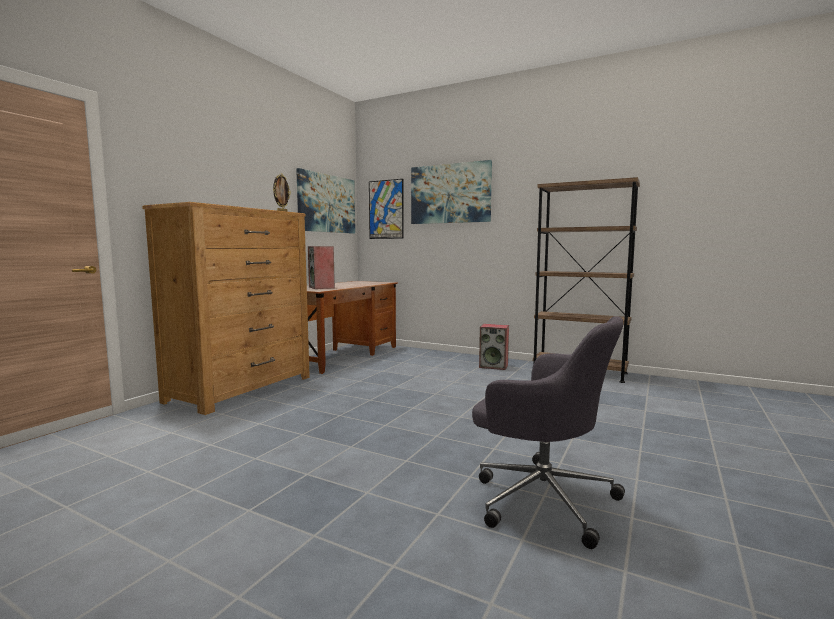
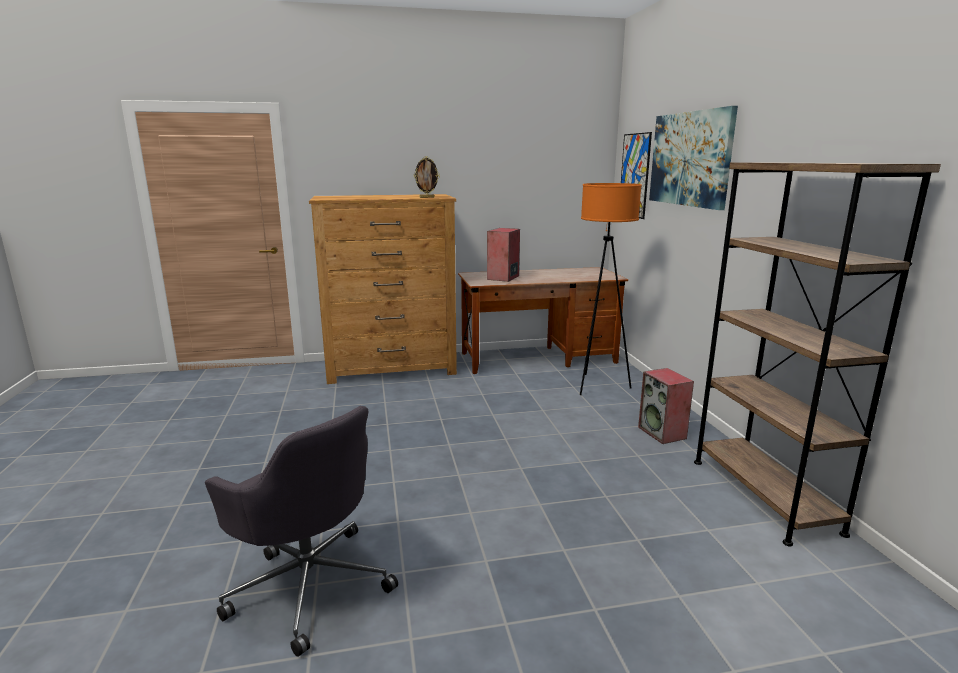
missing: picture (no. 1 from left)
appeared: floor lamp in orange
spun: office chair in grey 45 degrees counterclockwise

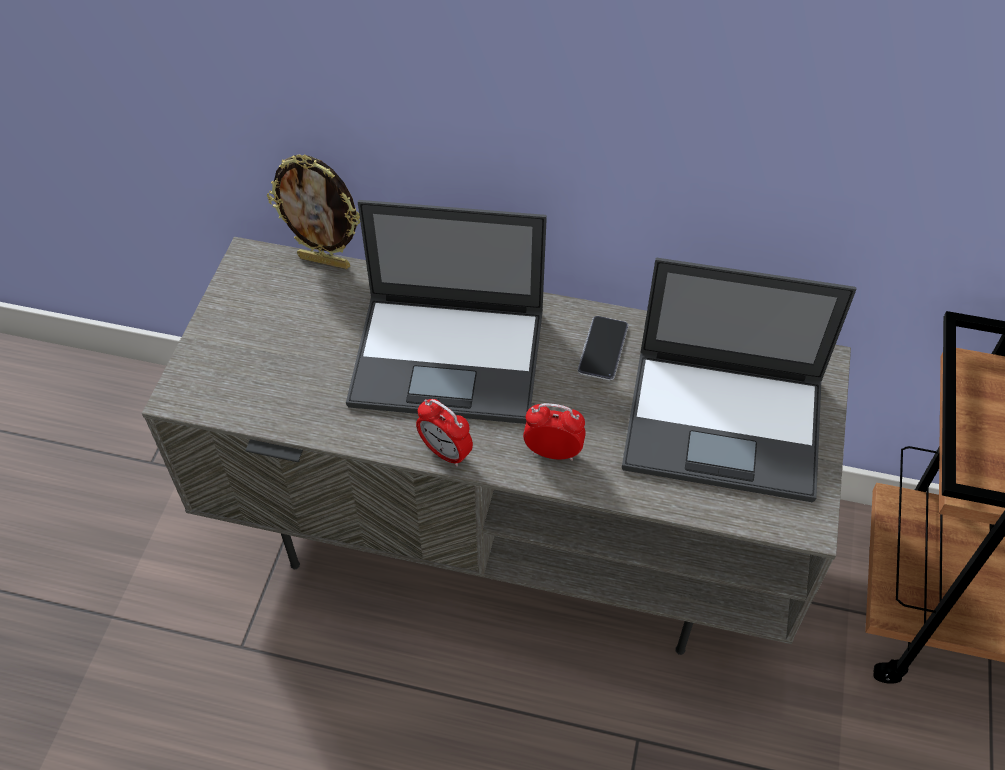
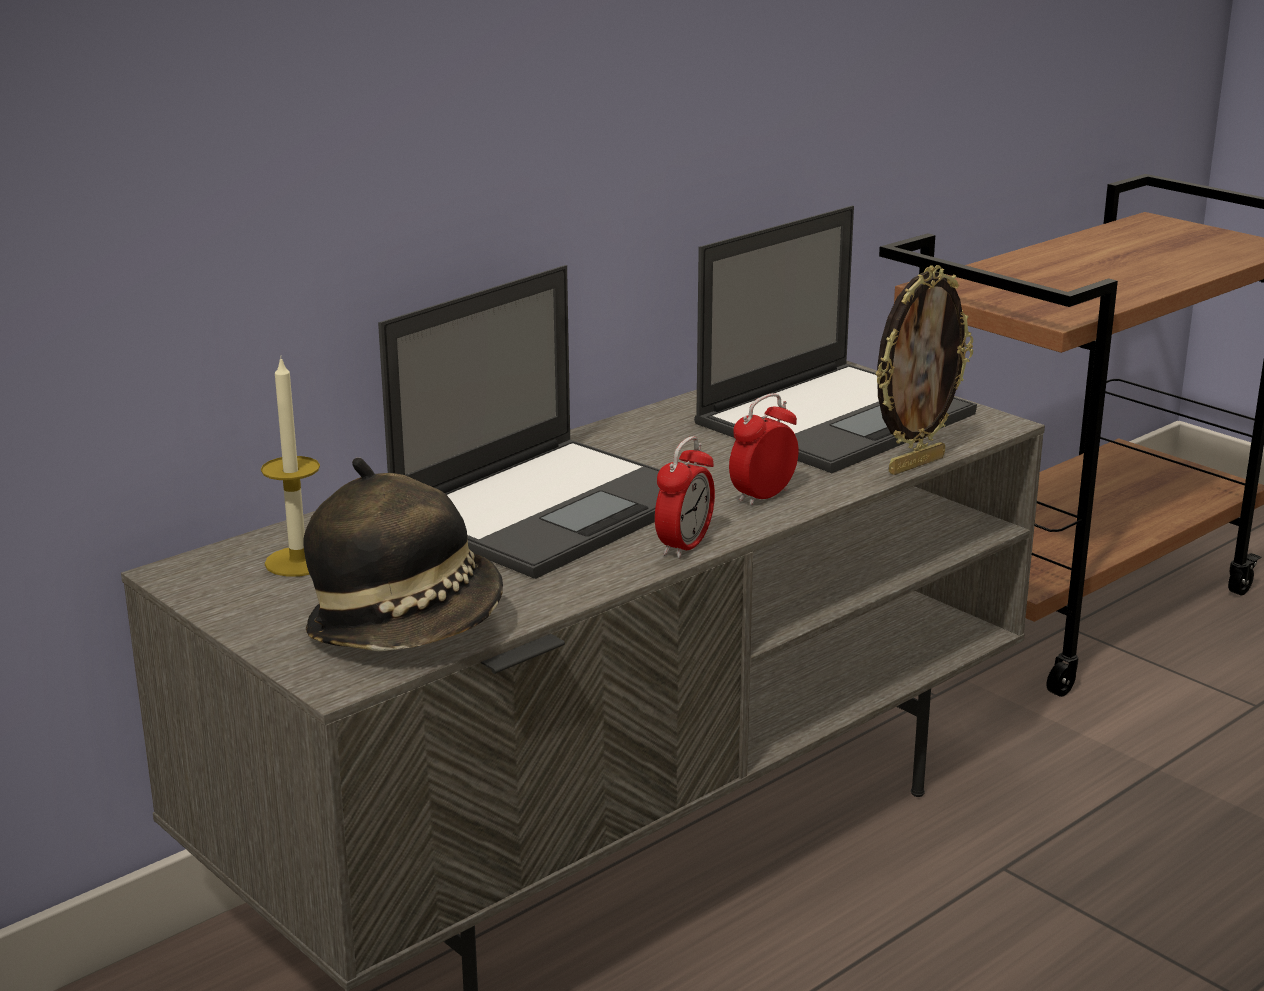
missing: phone
appeared: candle; hat
relocated: picture frame
spun: alarm clock (no. 1 from left) 45 degrees counterclockwise

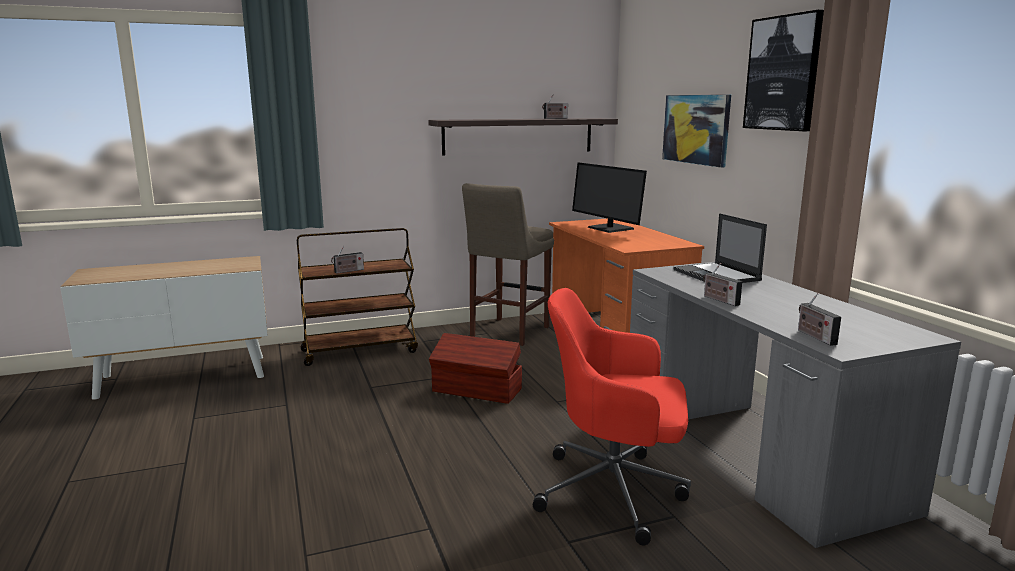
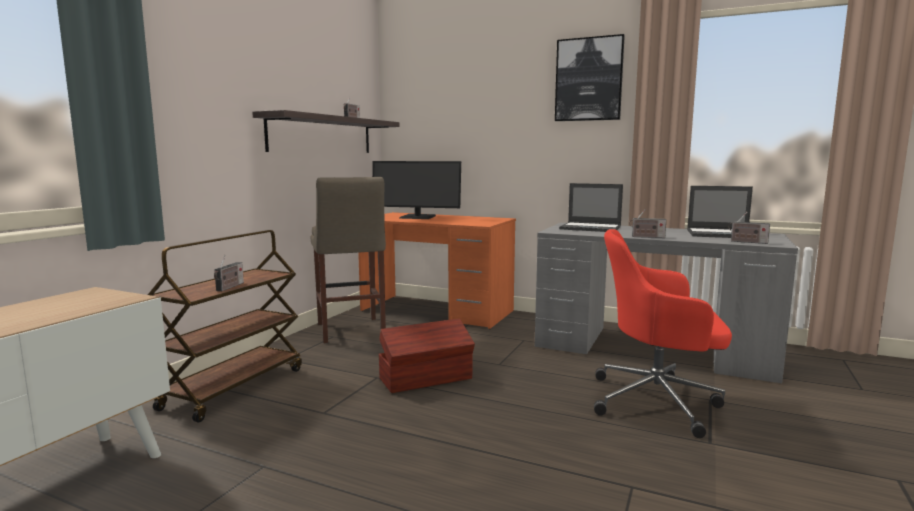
missing: picture (no. 1 from left)
appeared: laptop (no. 2 from left)
spun: office chair in red 45 degrees clockwise

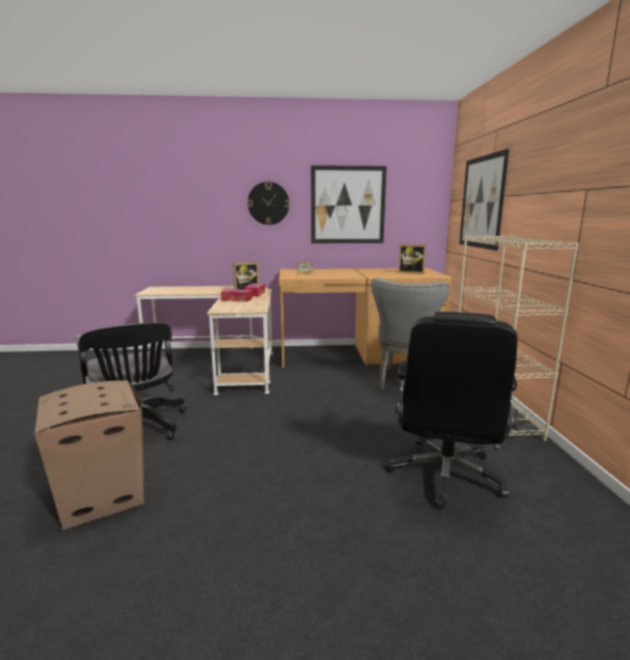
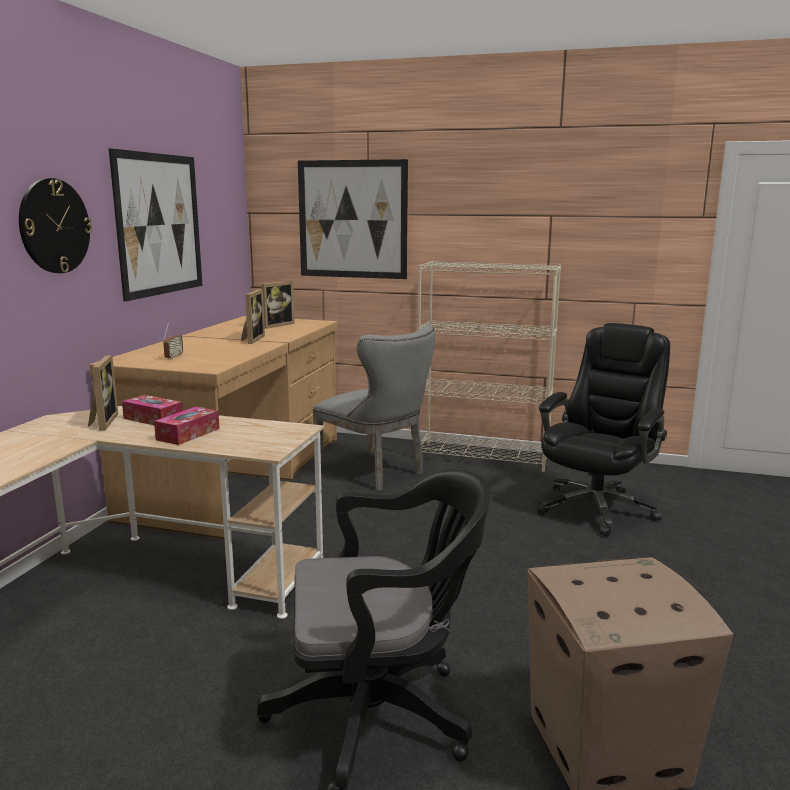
appeared: picture frame (no. 2 from left)
spun: office chair in black (no. 2 from left) 90 degrees counterclockwise

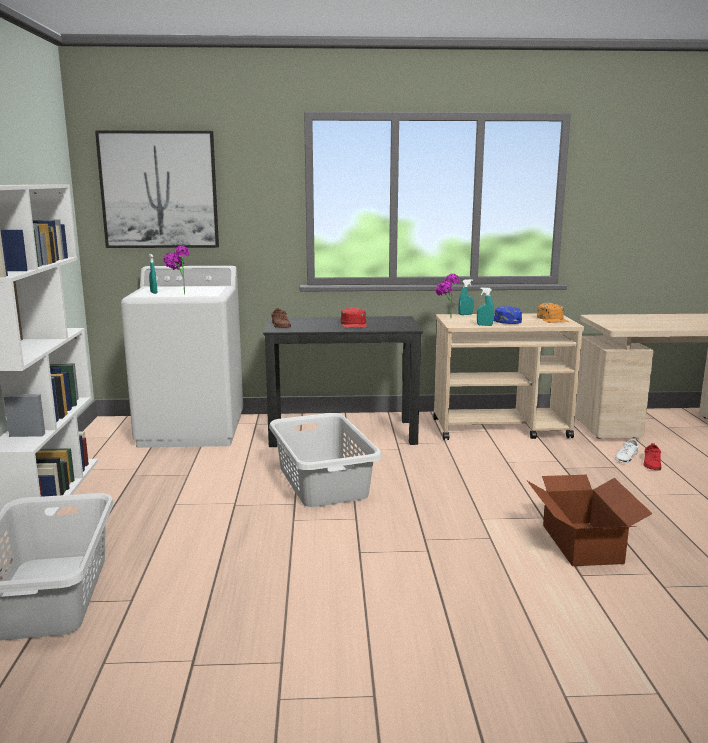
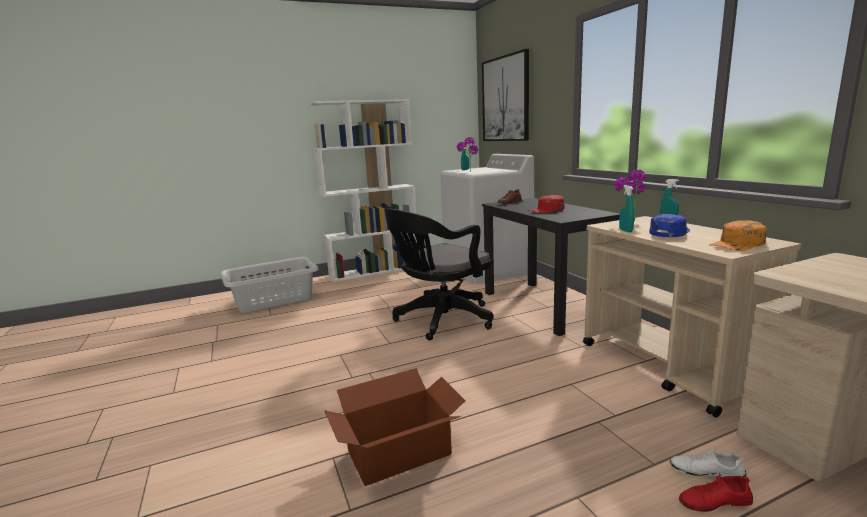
exchanged: laundry basket in grey (no. 2 from left) to office chair in black

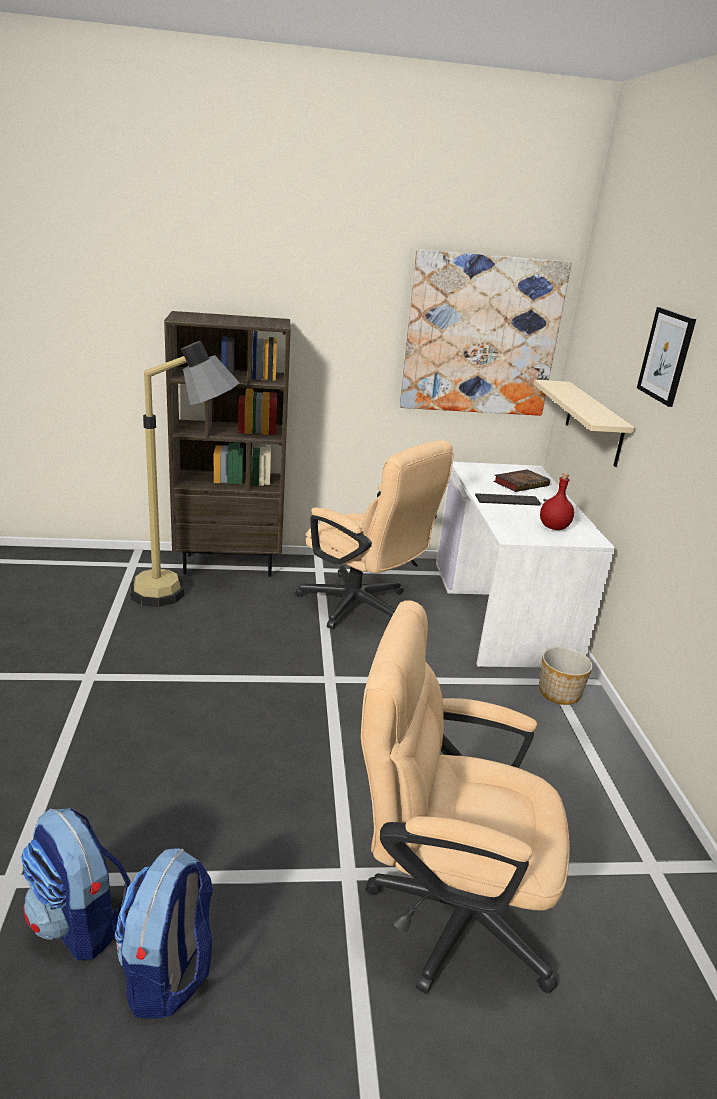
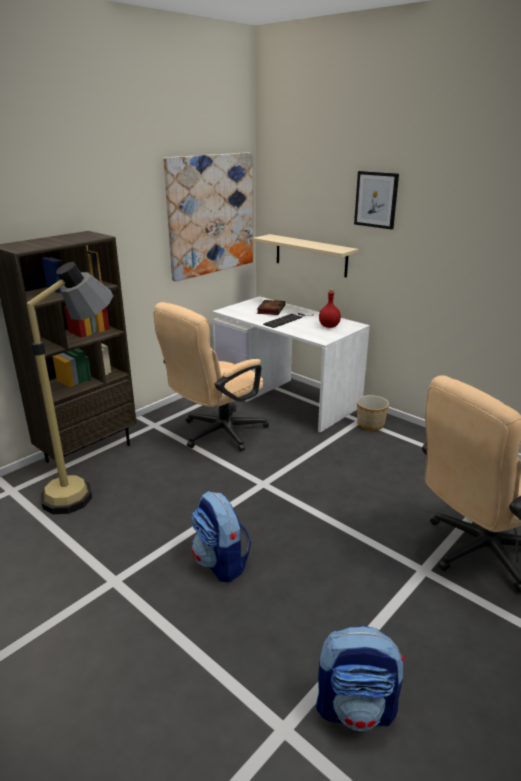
relocated: backpack (no. 2 from left in the first image) to backpack (no. 1 from left)
spun: office chair in beige (no. 1 from left) 135 degrees clockwise

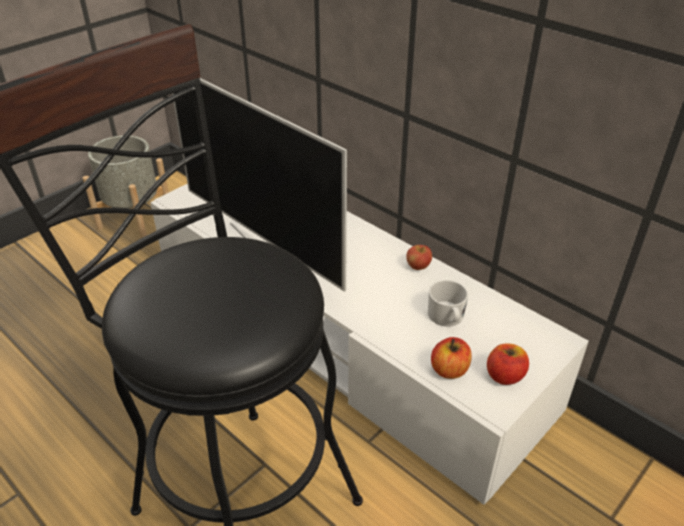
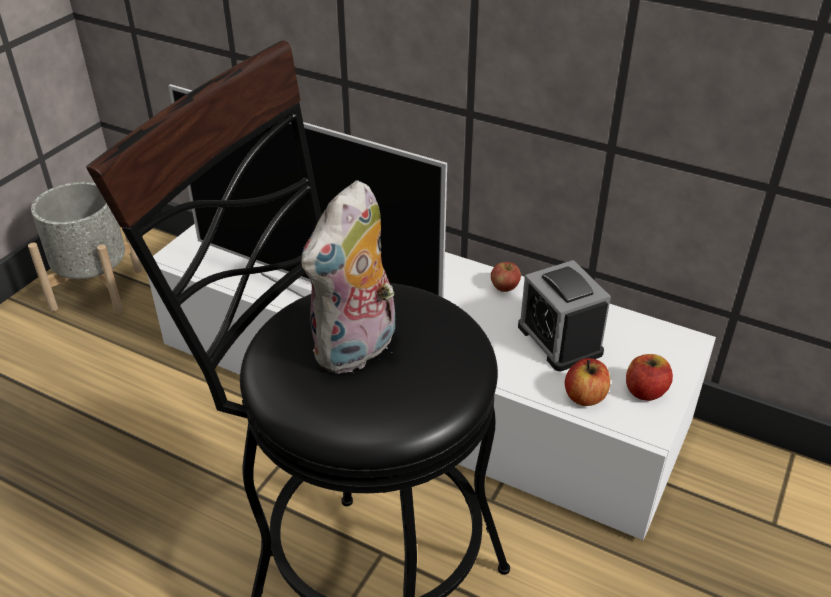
appeared: plush toy
exchanged: mug in white to alarm clock

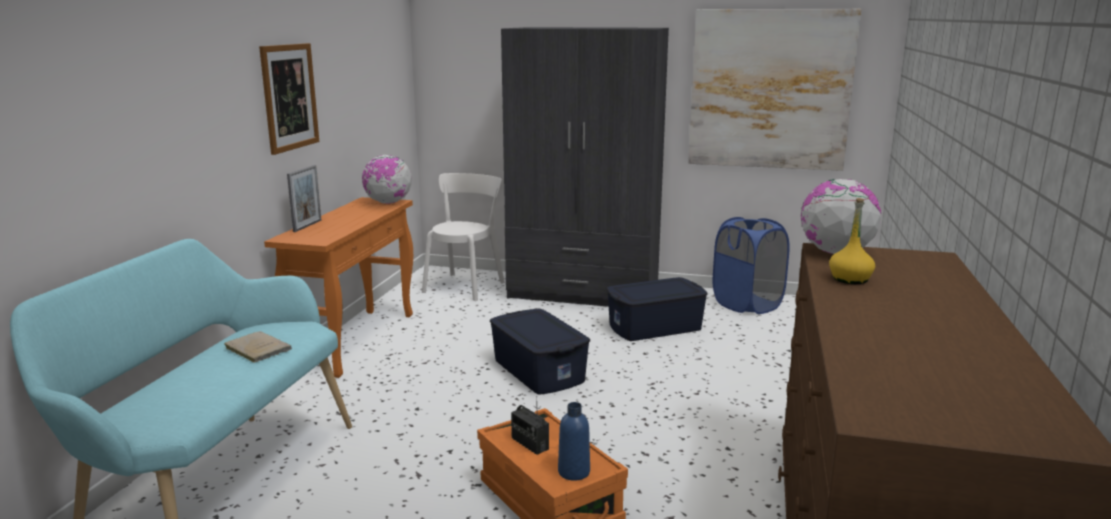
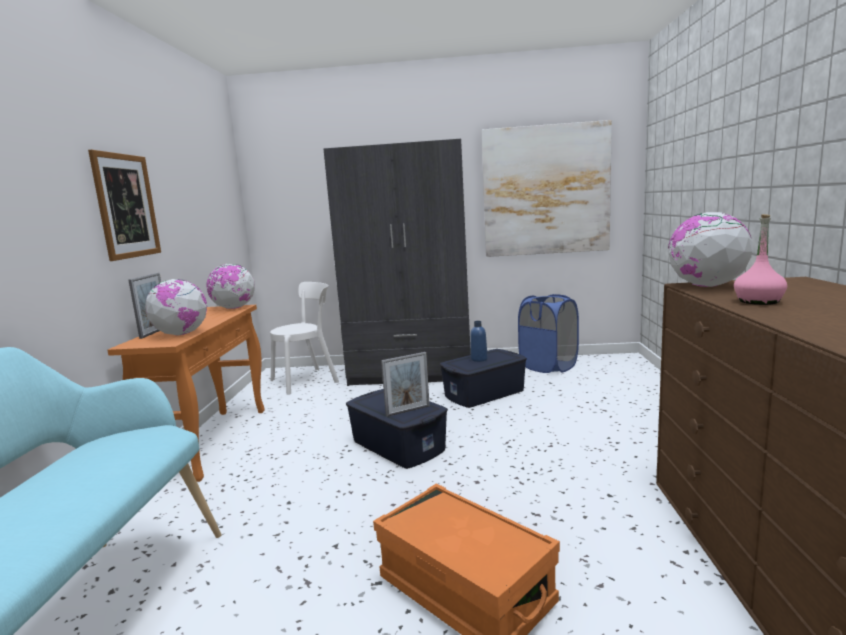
missing: book in beige; radio
appeared: globe (no. 1 from left); picture frame (no. 2 from left)
relocated: bottle in blue
colour: bottle in yellow to bottle in pink
spun: chair in white 45 degrees clockwise

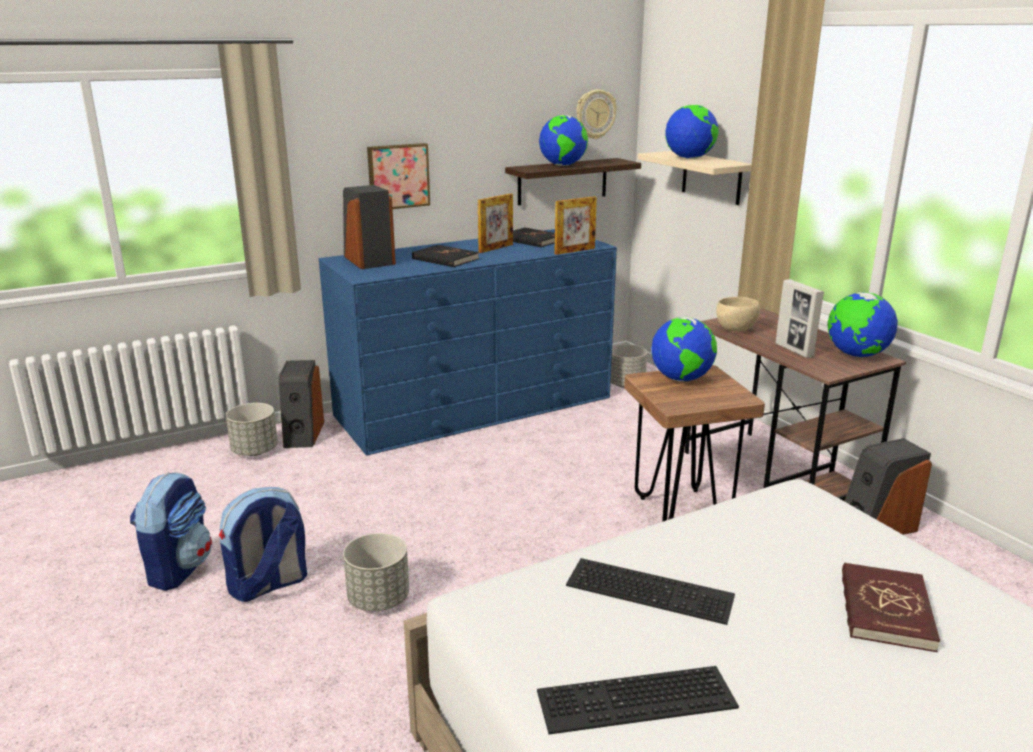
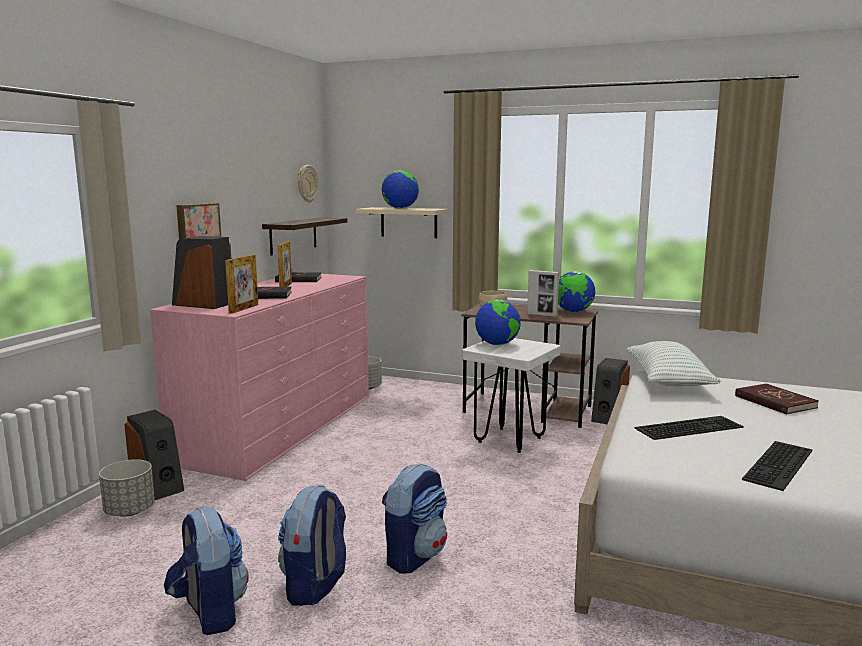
missing: globe (no. 1 from left)
appeared: pillow
relocated: picture frame (no. 2 from left in the first image) to picture frame (no. 1 from left)
exchanged: planter in grey (no. 2 from left) to backpack (no. 3 from left)
colour: dresser in blue to dresser in pink; stool in brown to stool in white

